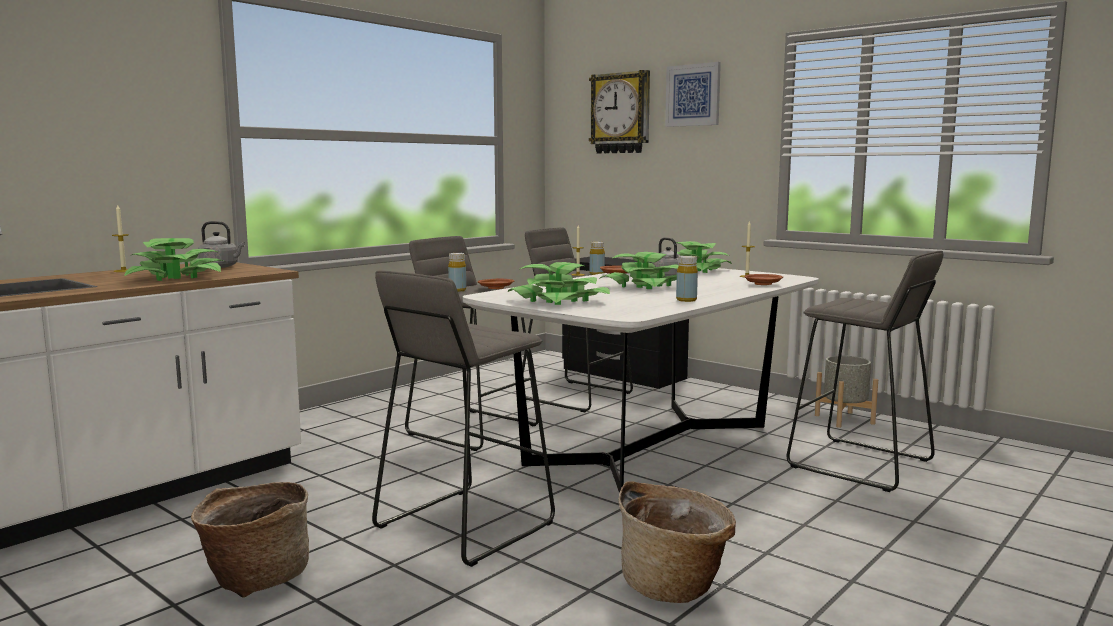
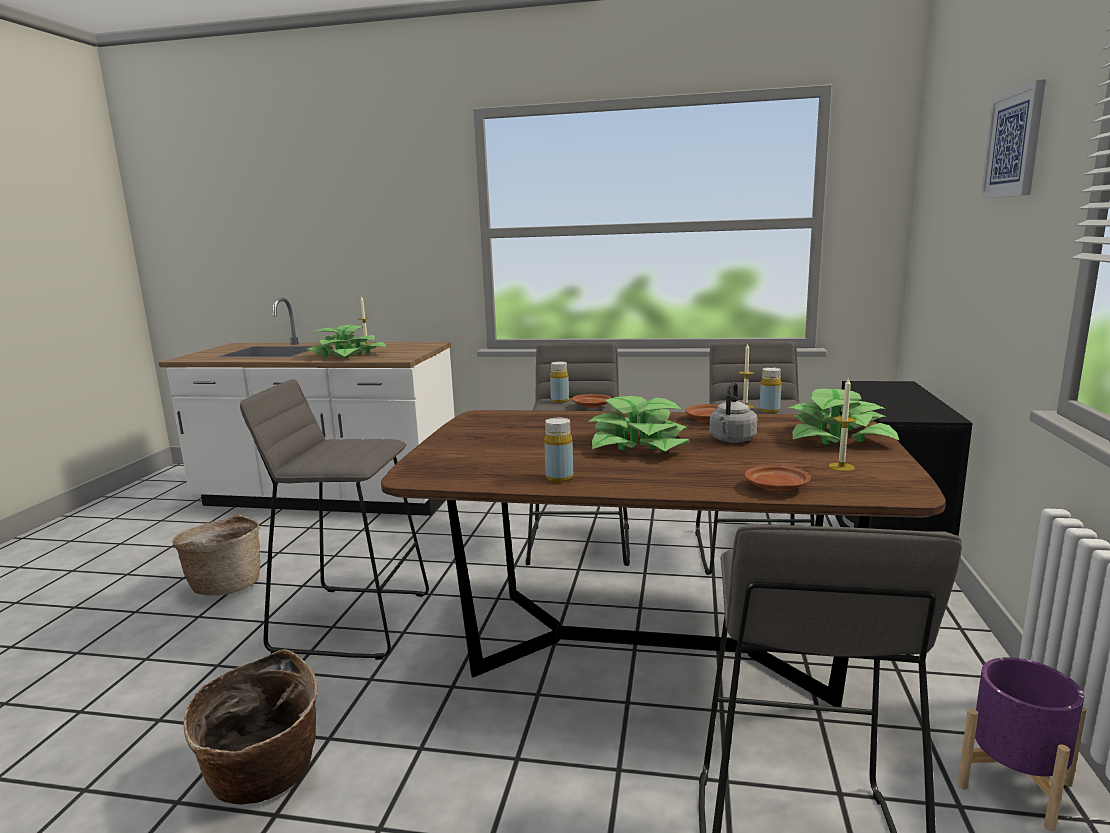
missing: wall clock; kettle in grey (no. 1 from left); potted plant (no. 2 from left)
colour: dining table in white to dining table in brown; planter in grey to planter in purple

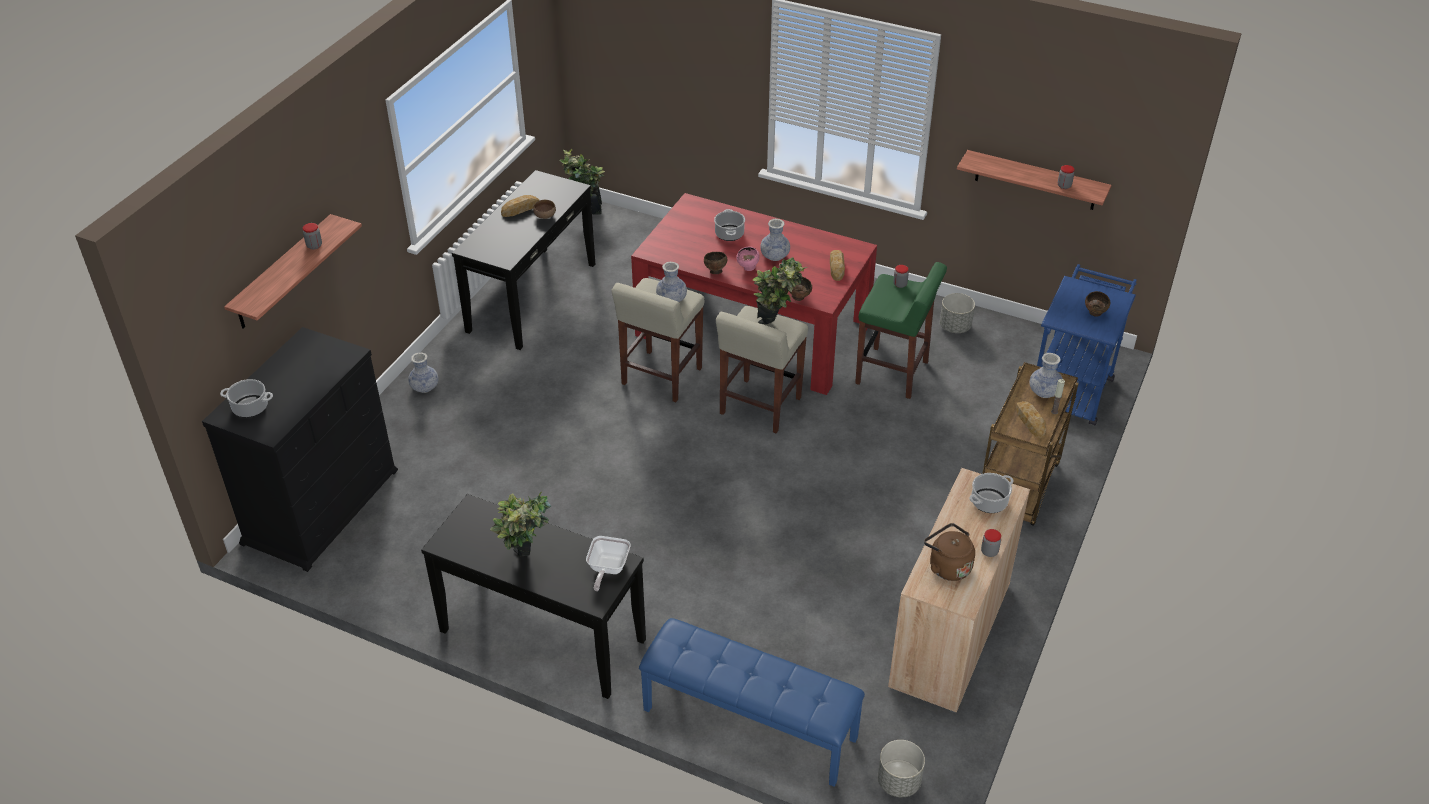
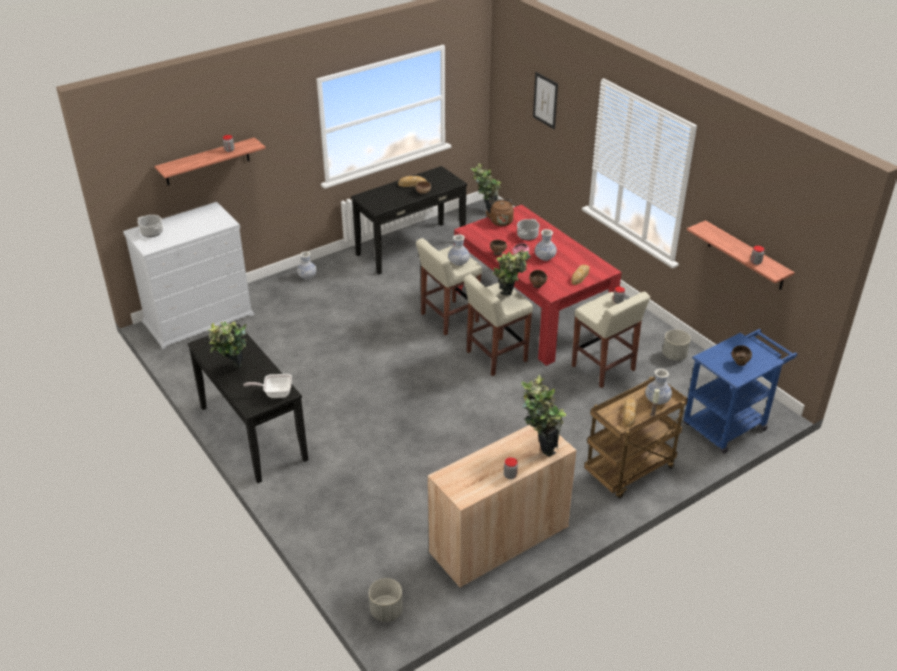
missing: bench in blue
appeared: picture
relocated: kettle in brown
exchanged: cooking pot (no. 3 from left) to potted plant (no. 4 from left)
colour: stool in green to stool in beige (no. 3 from left); dresser in black to dresser in white
spun: frying pan 45 degrees clockwise

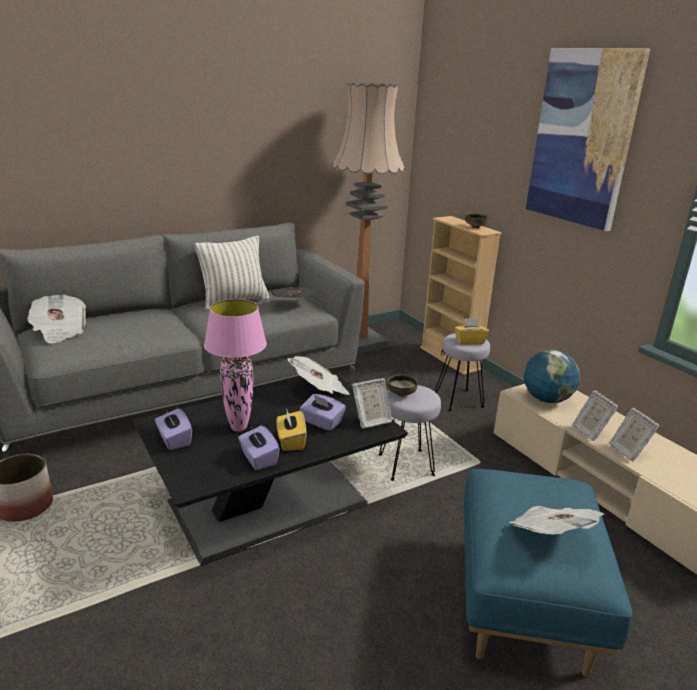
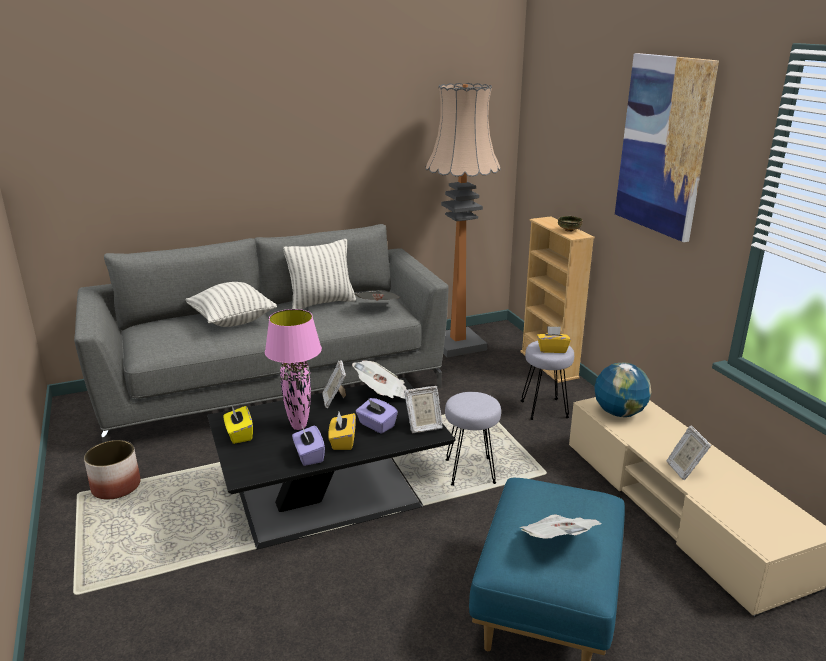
missing: newspaper (no. 1 from left); bowl (no. 1 from left)
appeared: pillow (no. 1 from left)
relocated: picture frame (no. 2 from left in the first image) to picture frame (no. 1 from left)
colour: tissue box in purple (no. 1 from left) to tissue box in yellow (no. 1 from left)

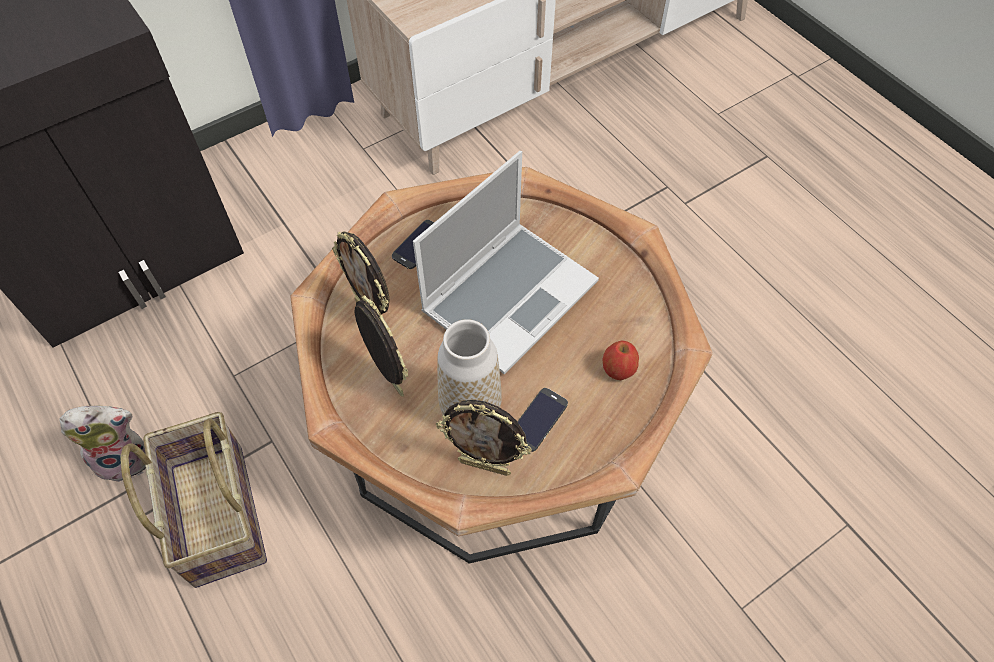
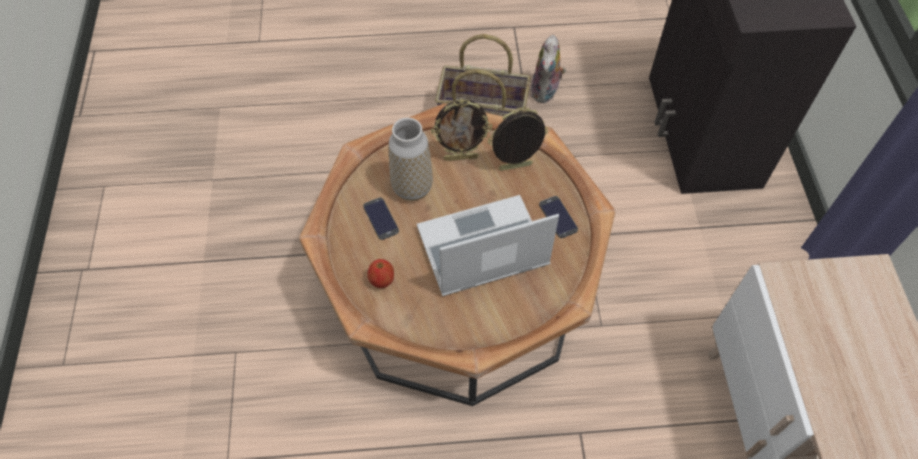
missing: picture frame (no. 3 from left)
spun: laptop 90 degrees clockwise

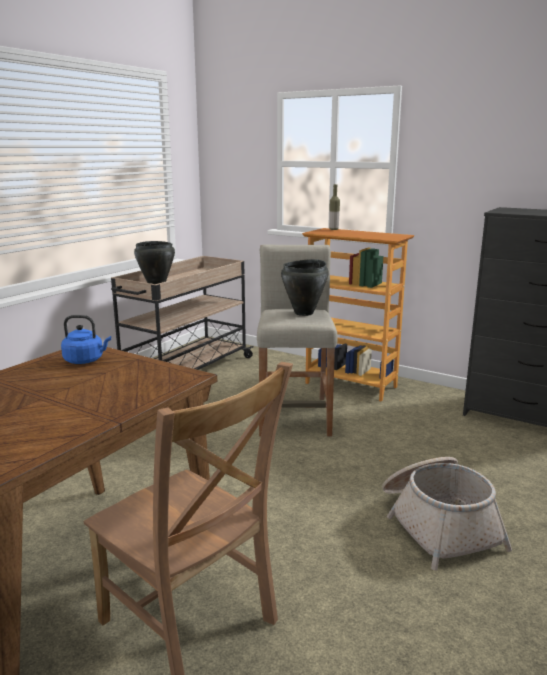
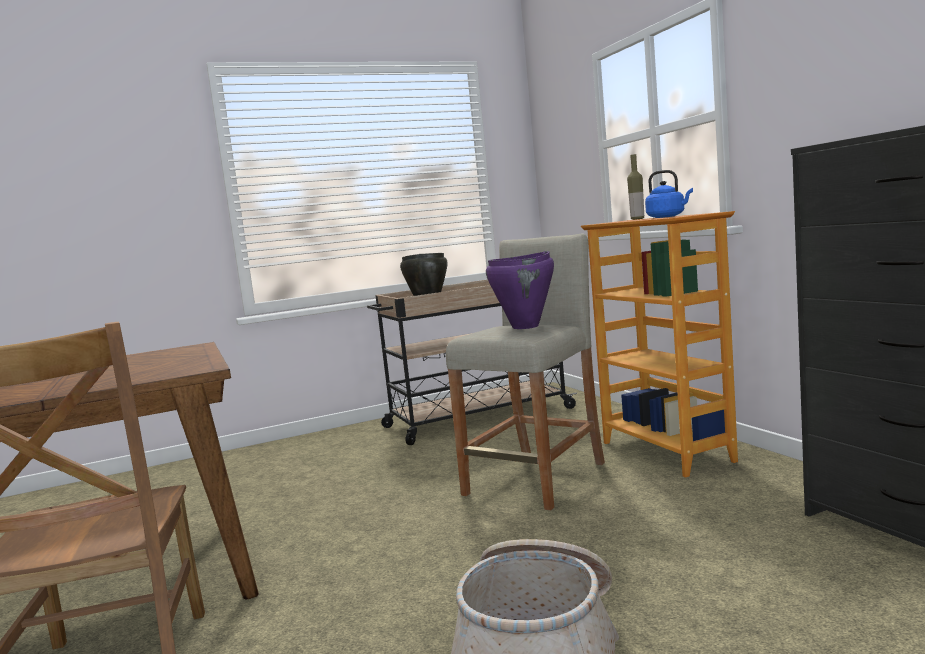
relocated: kettle in blue
colour: cooking pot in black (no. 2 from left) to cooking pot in purple

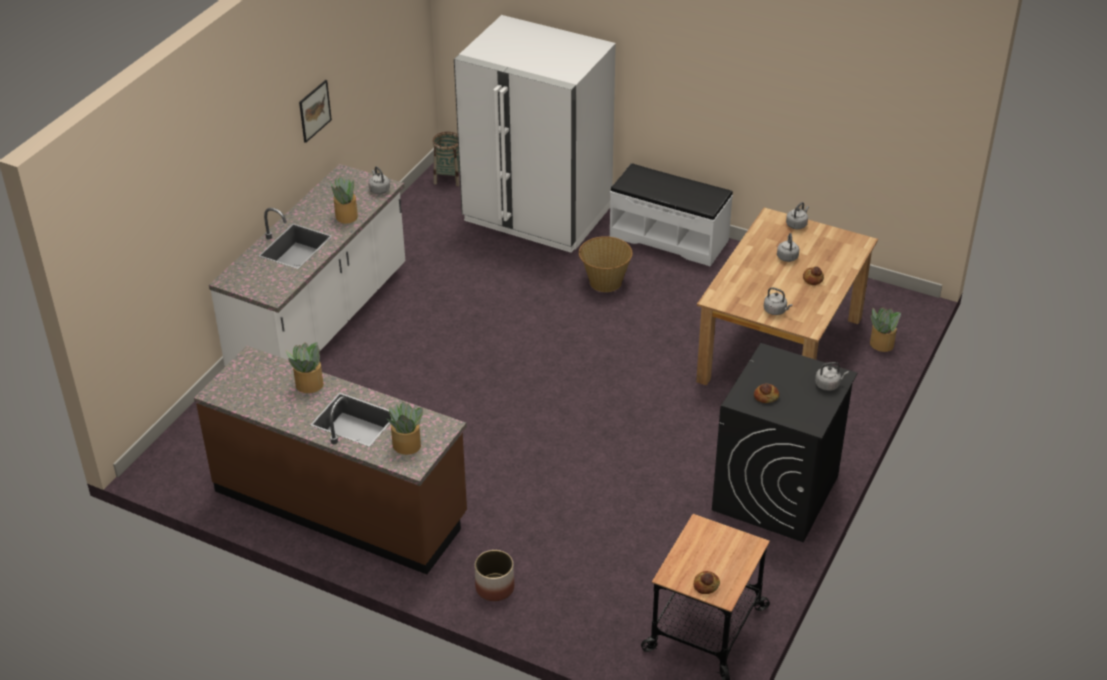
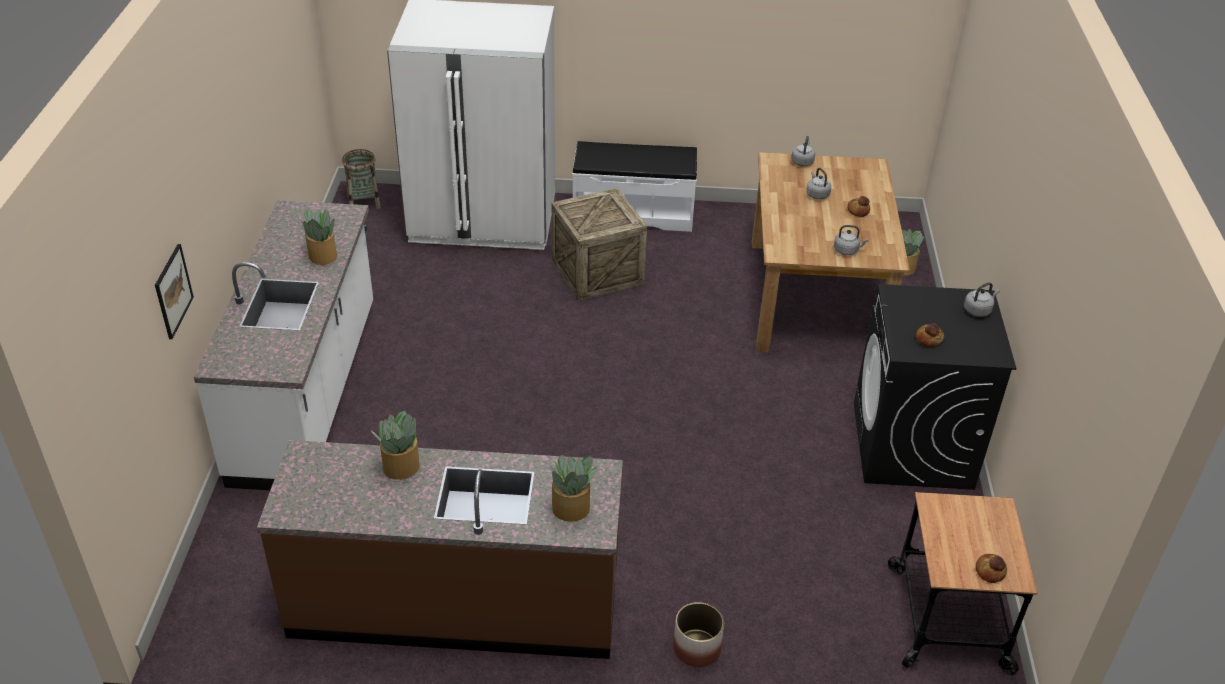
missing: kettle in grey (no. 1 from left)
relocated: picture
exchanged: basket (no. 2 from left) to crate

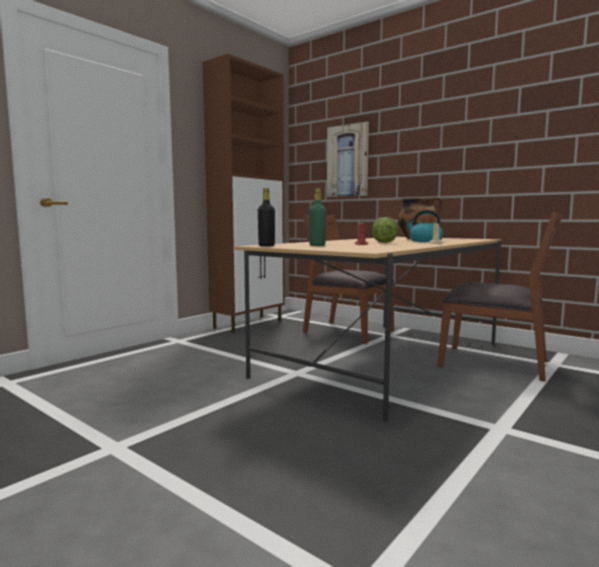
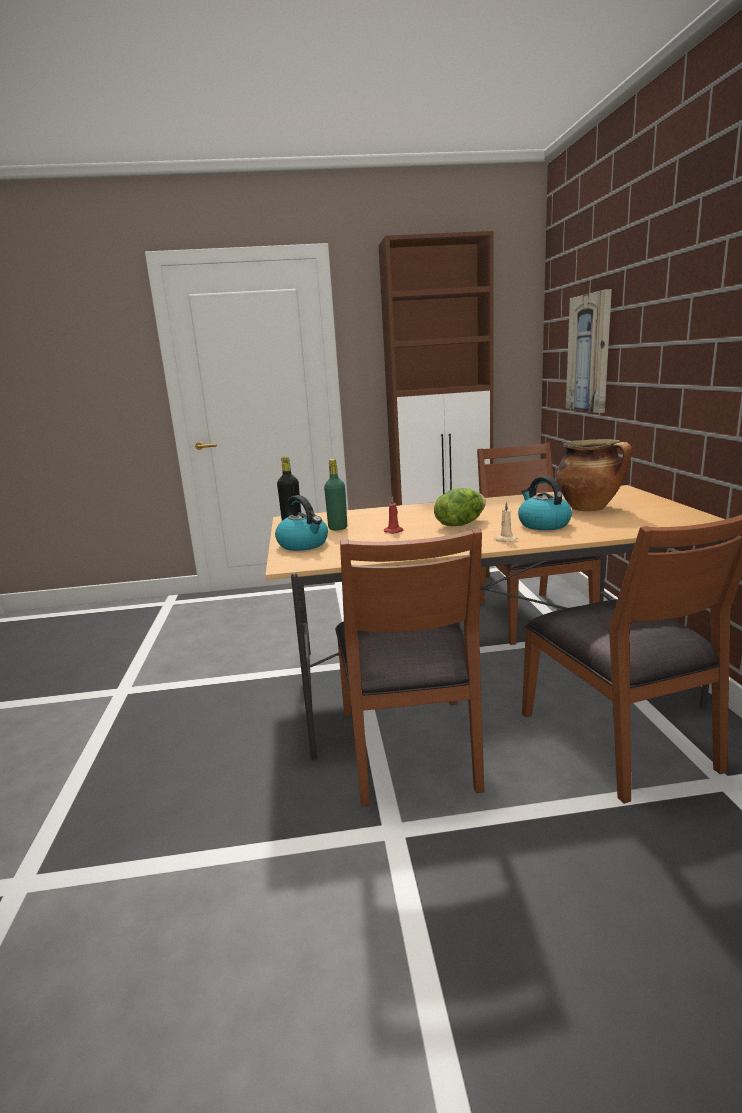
appeared: kettle (no. 1 from left); chair in brown (no. 1 from left)

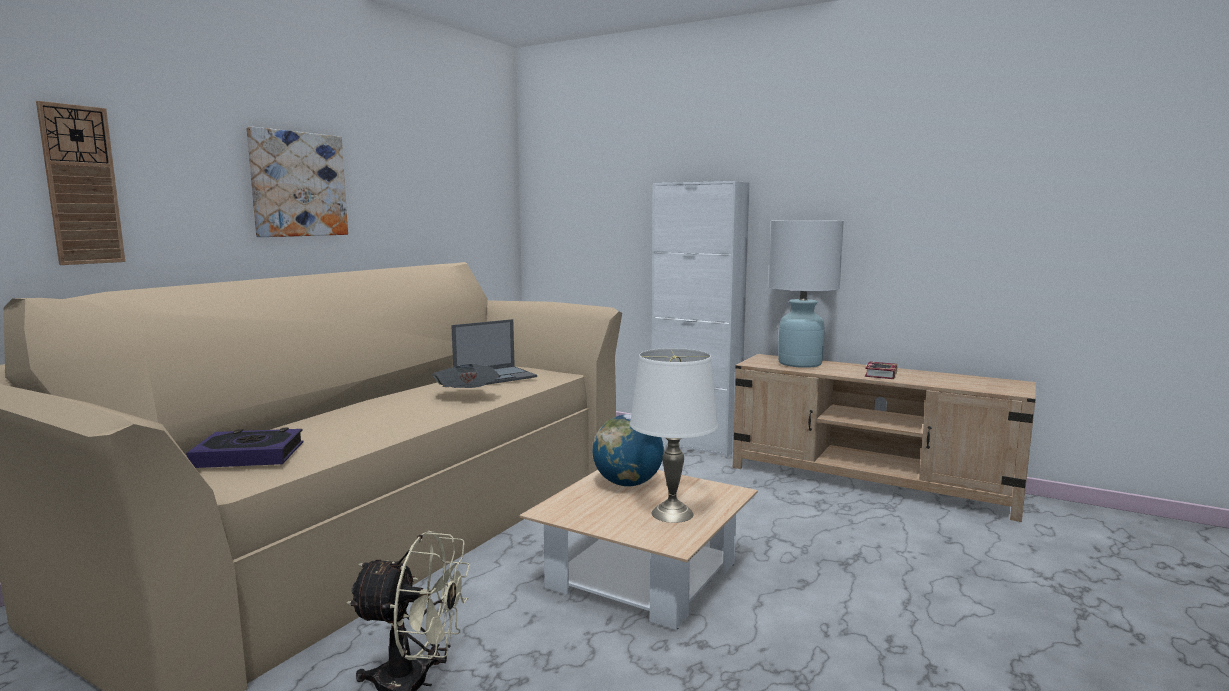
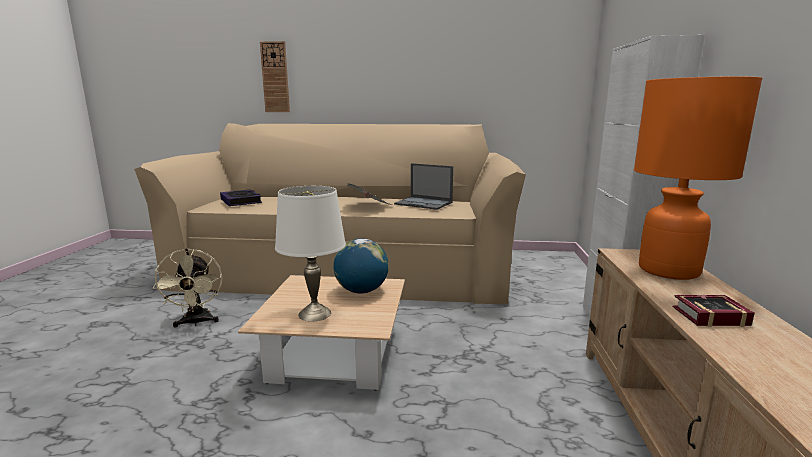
missing: picture
colour: table lamp in white (no. 2 from left) to table lamp in orange

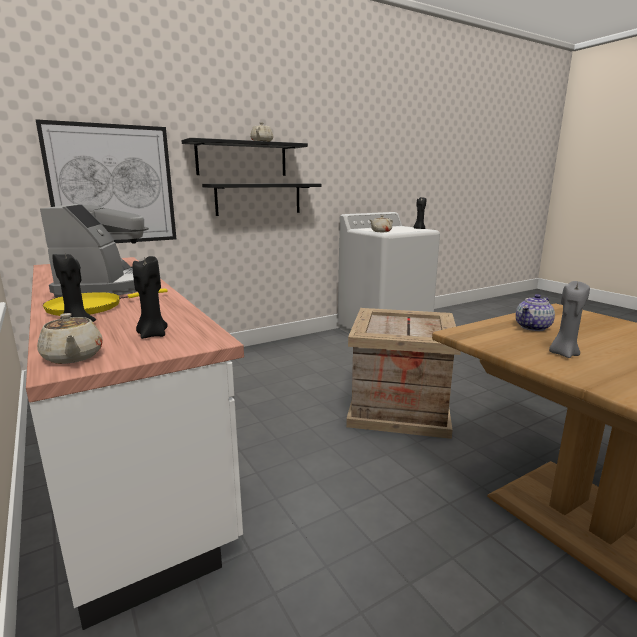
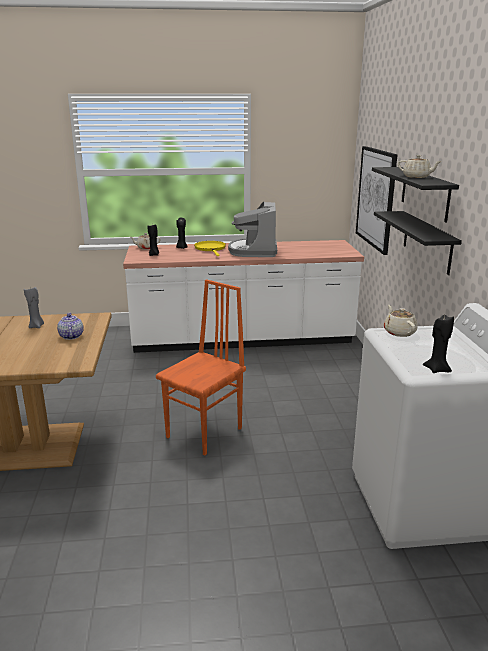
exchanged: crate to chair in orange
spun: coffee machine 75 degrees clockwise

